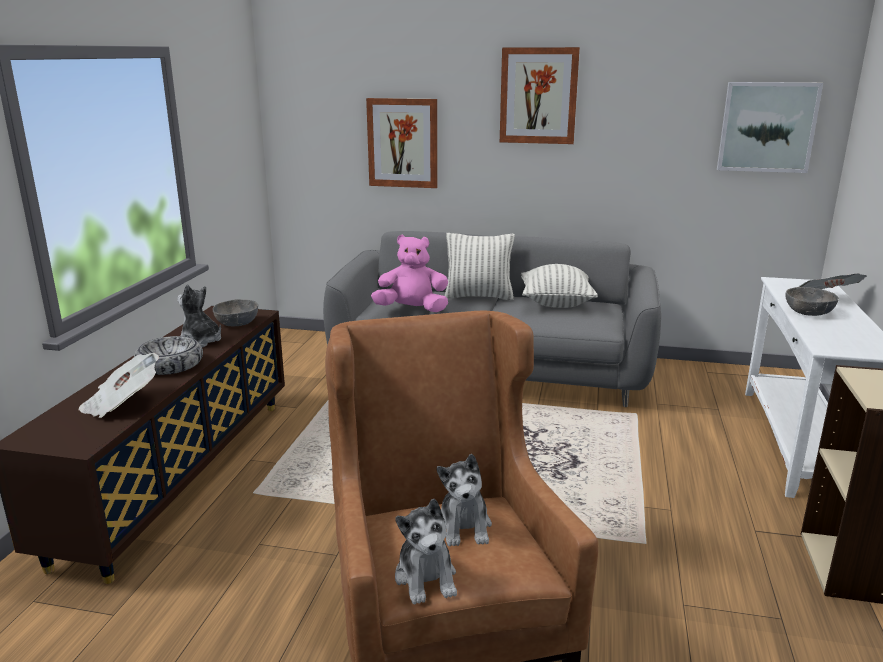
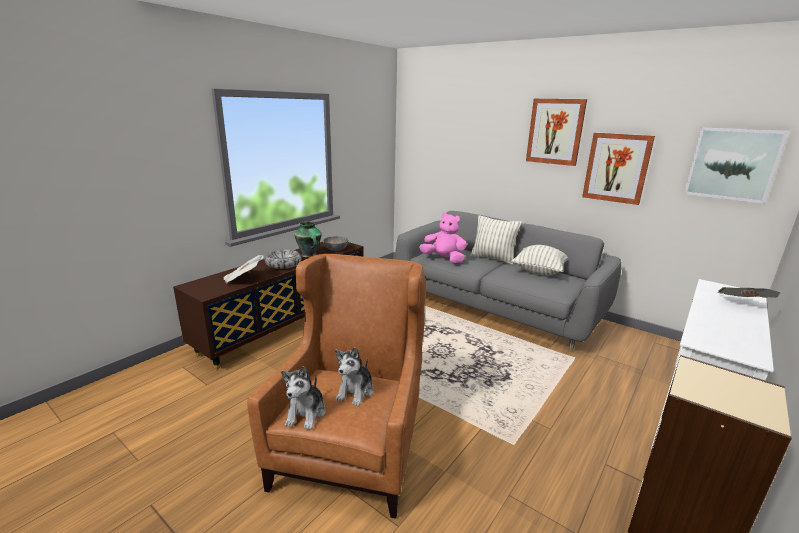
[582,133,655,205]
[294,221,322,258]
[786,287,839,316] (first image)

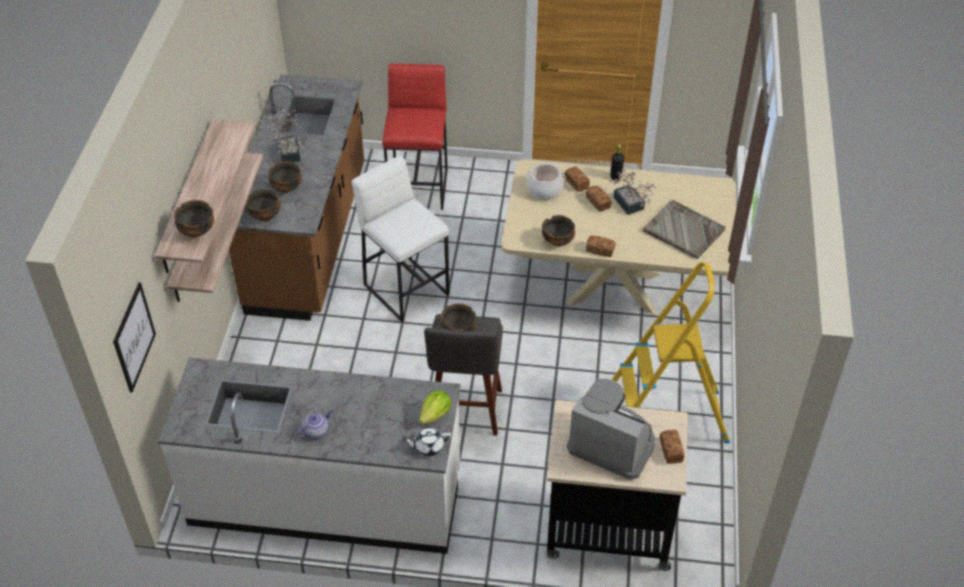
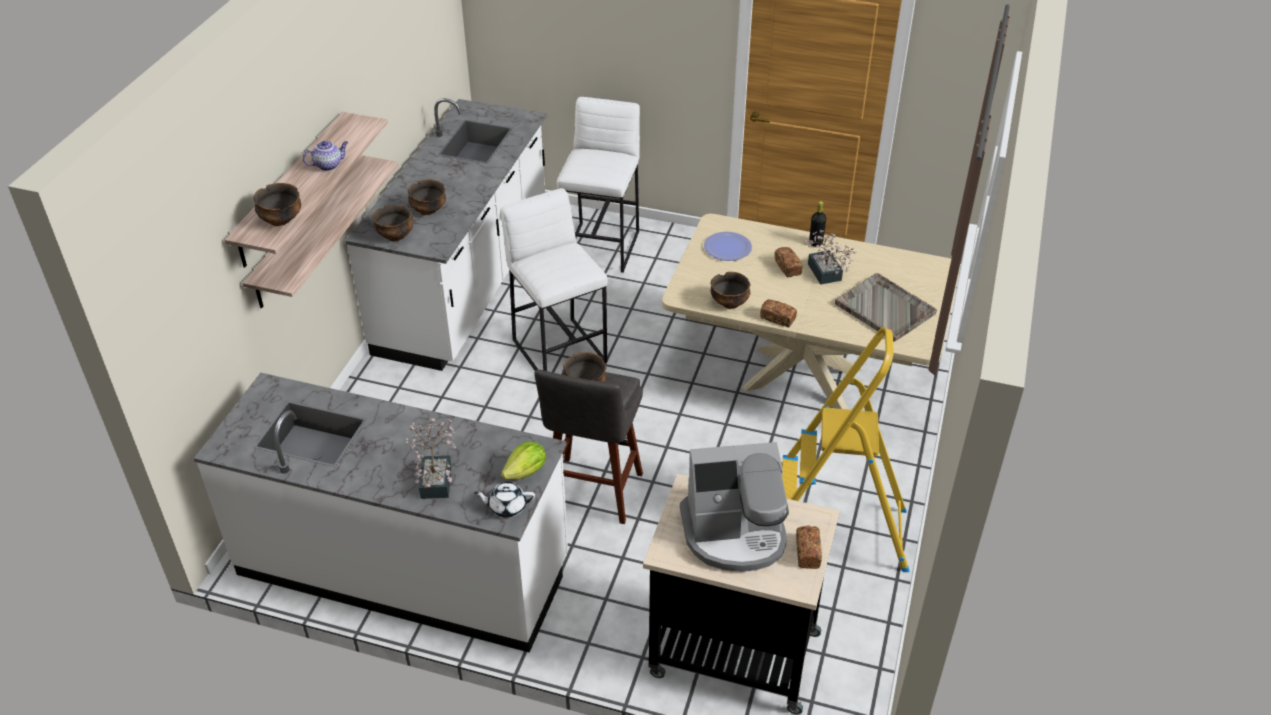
[557,97,640,273]
[345,98,547,371]
[405,418,456,499]
[704,232,752,261]
[564,166,590,192] (first image)
[113,282,156,393] (first image)
[680,442,789,572]
[303,141,348,171]

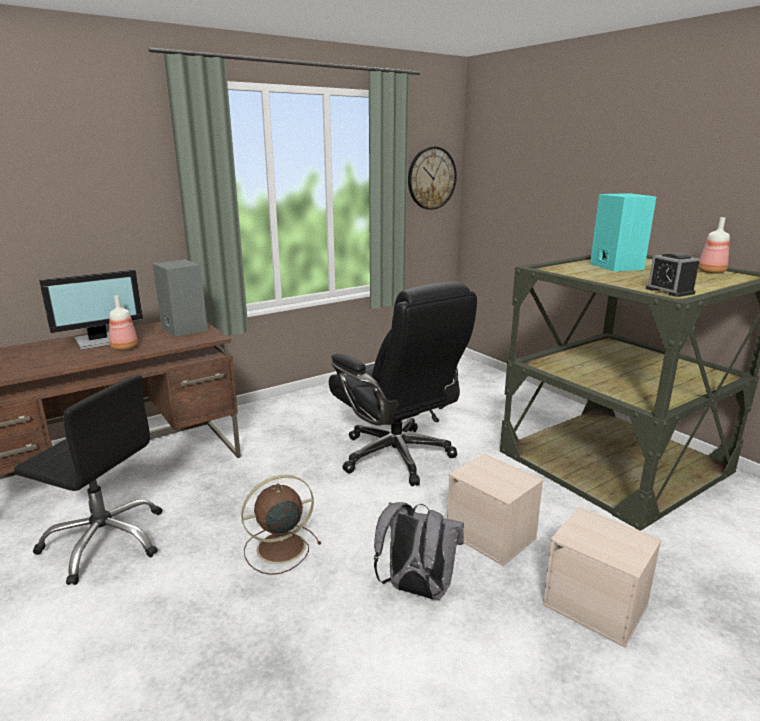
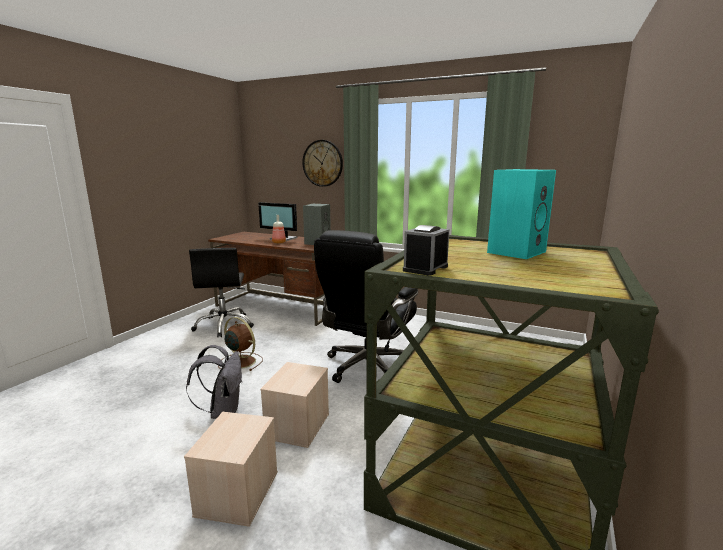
[302,140,343,187]
[698,217,730,274] (first image)

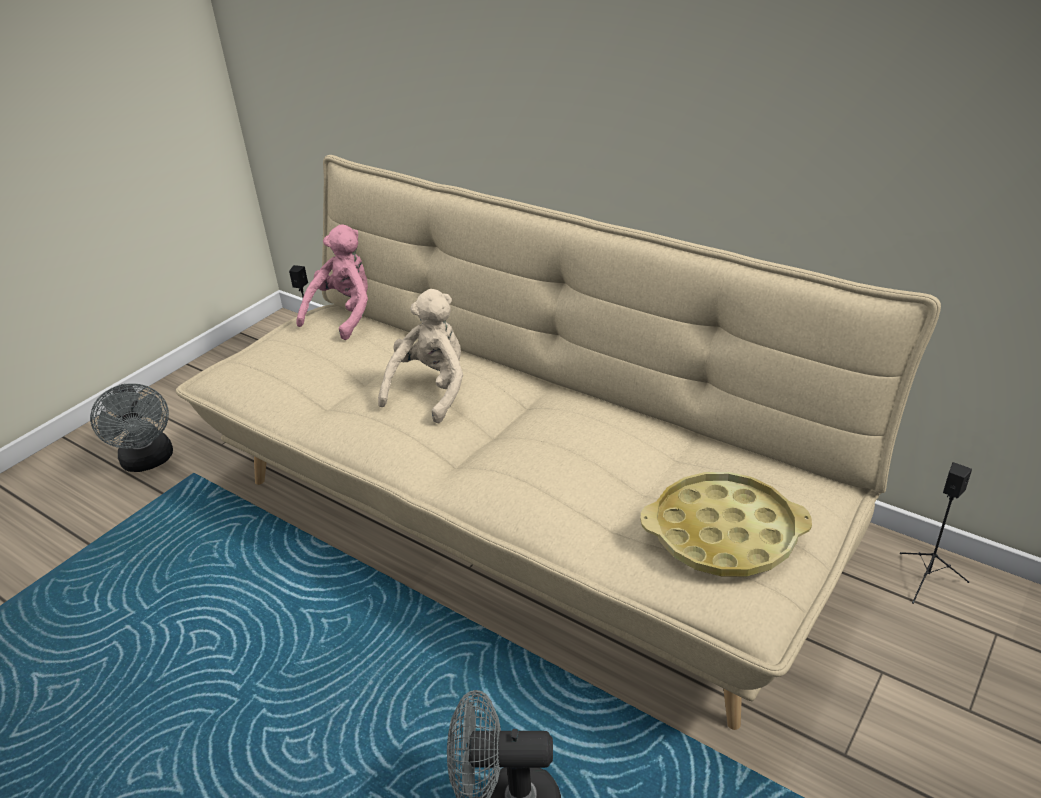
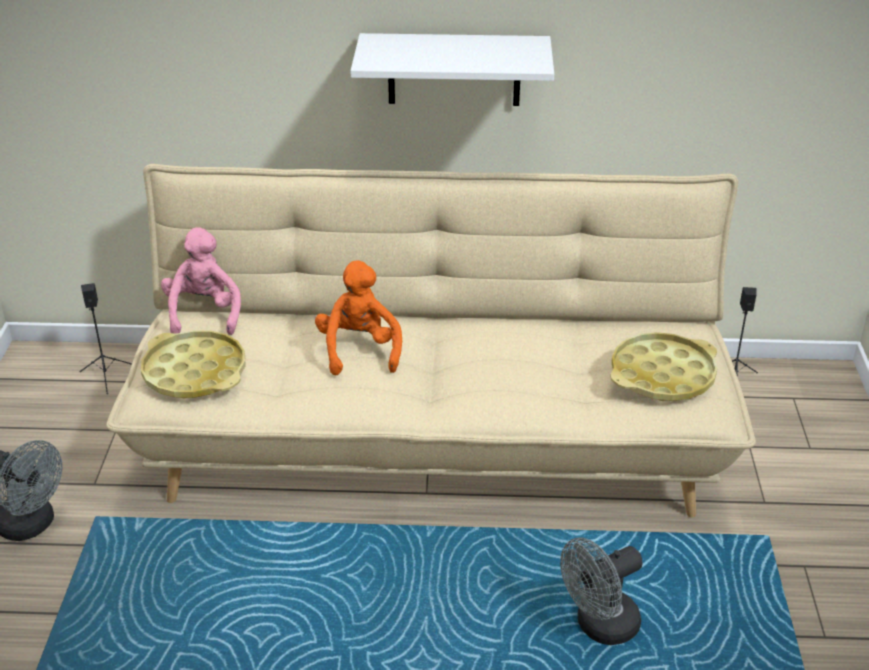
[315,260,402,375]
[350,33,554,106]
[141,330,246,398]

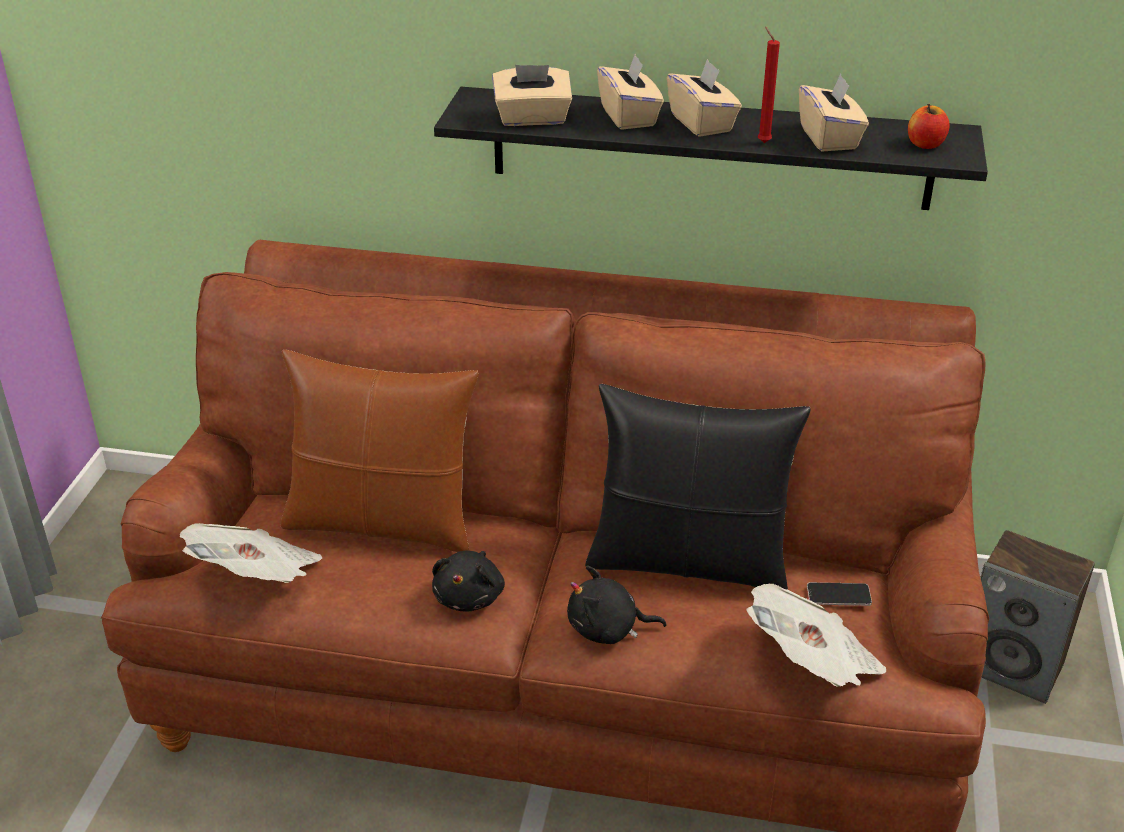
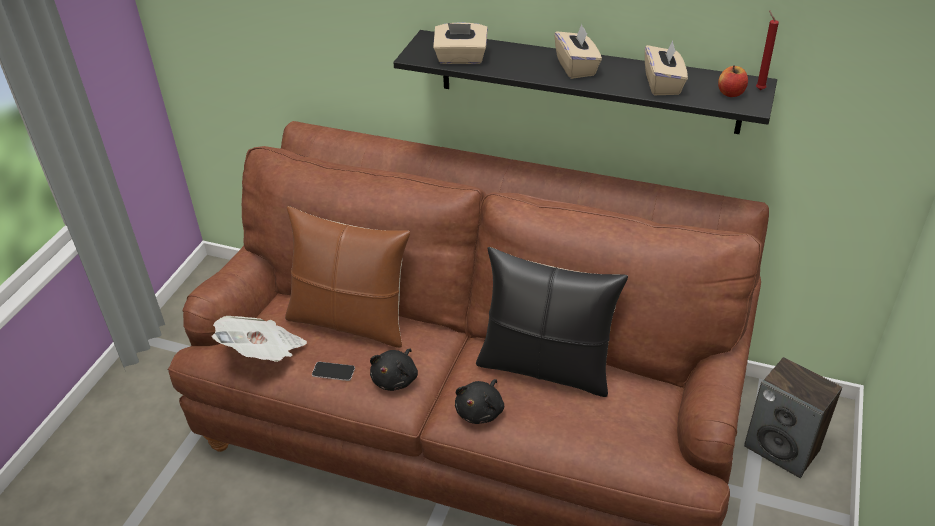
[756,10,779,90]
[597,54,664,130] (first image)
[455,379,504,424]
[312,362,355,381]
[746,584,886,687] (first image)

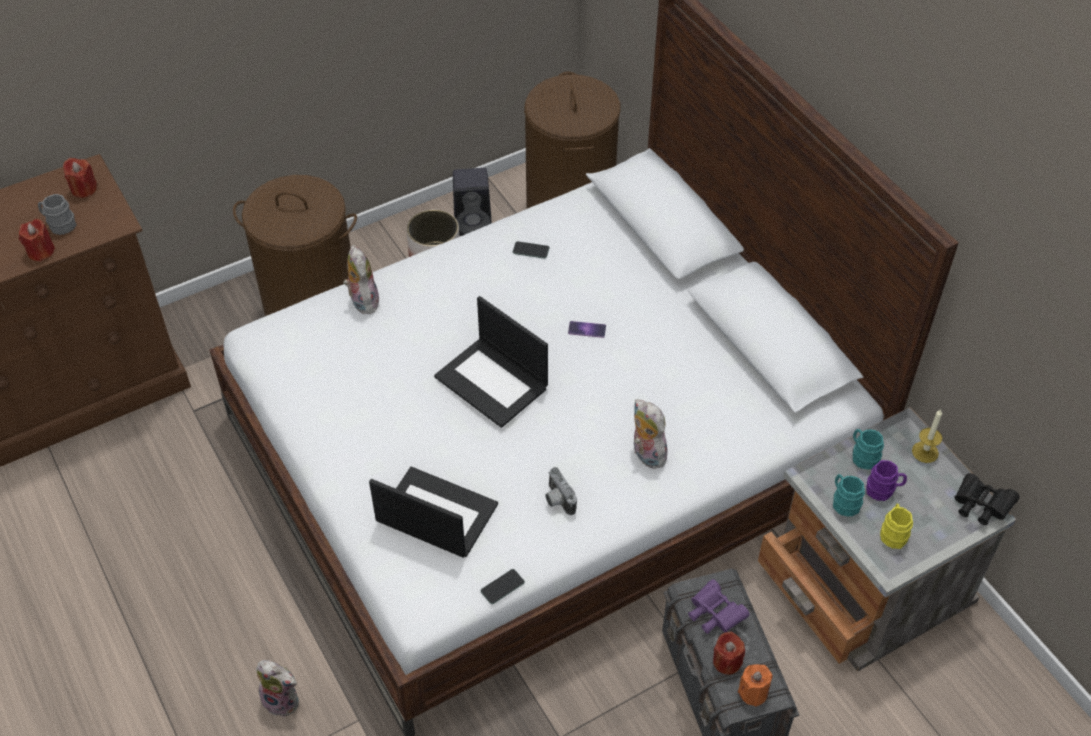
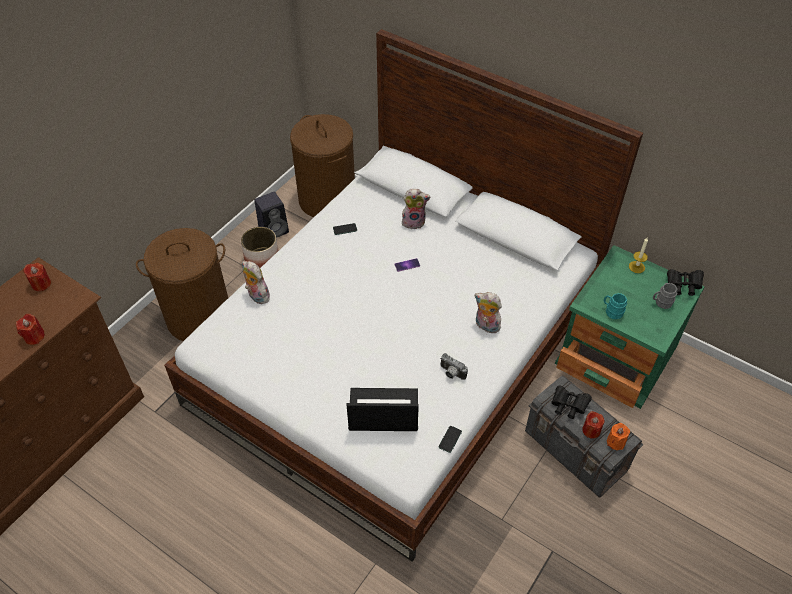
[653,283,677,309]
[434,296,548,428] (first image)
[555,245,705,409]
[853,429,884,470] (first image)
[866,460,907,501] (first image)
[880,503,913,549] (first image)
[551,386,592,419]
[402,189,430,229]

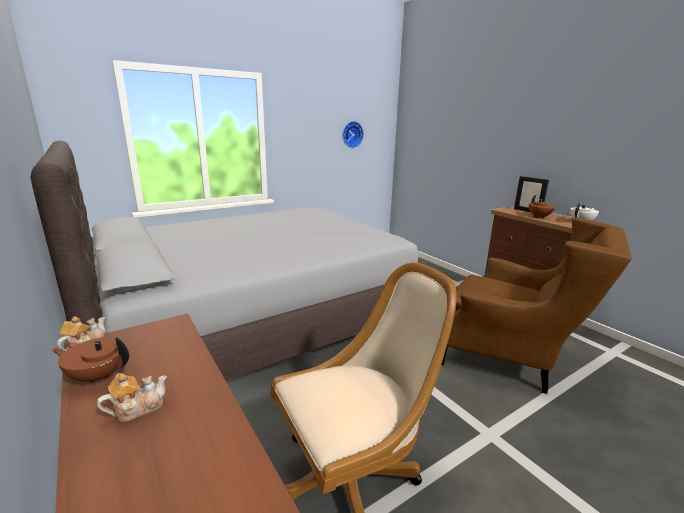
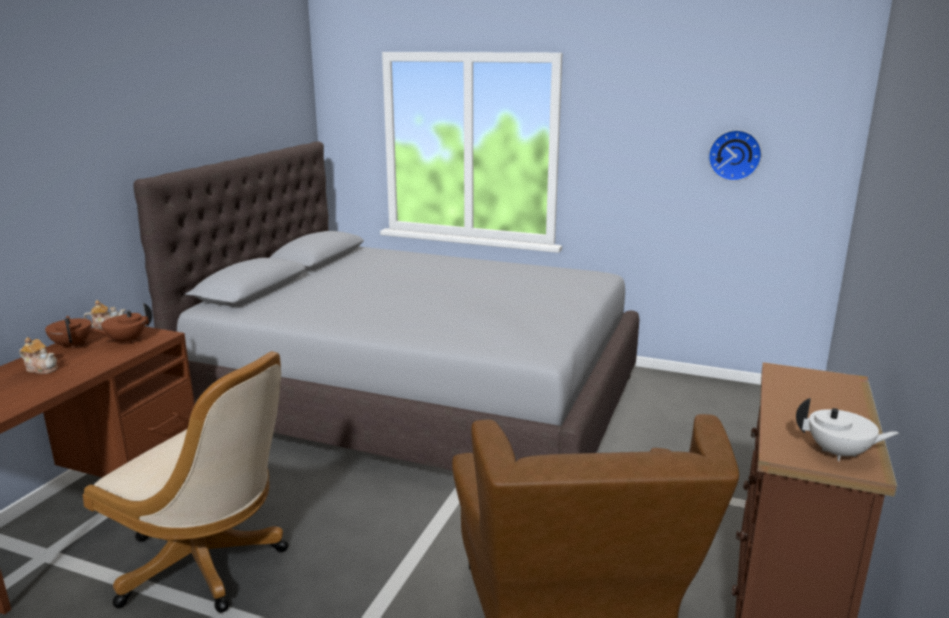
[514,176,549,212] (first image)
[90,303,152,344]

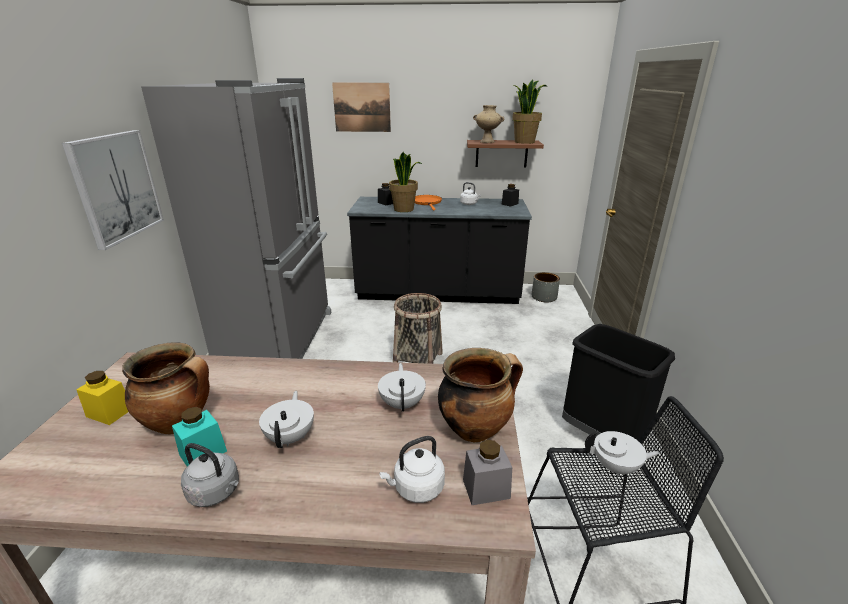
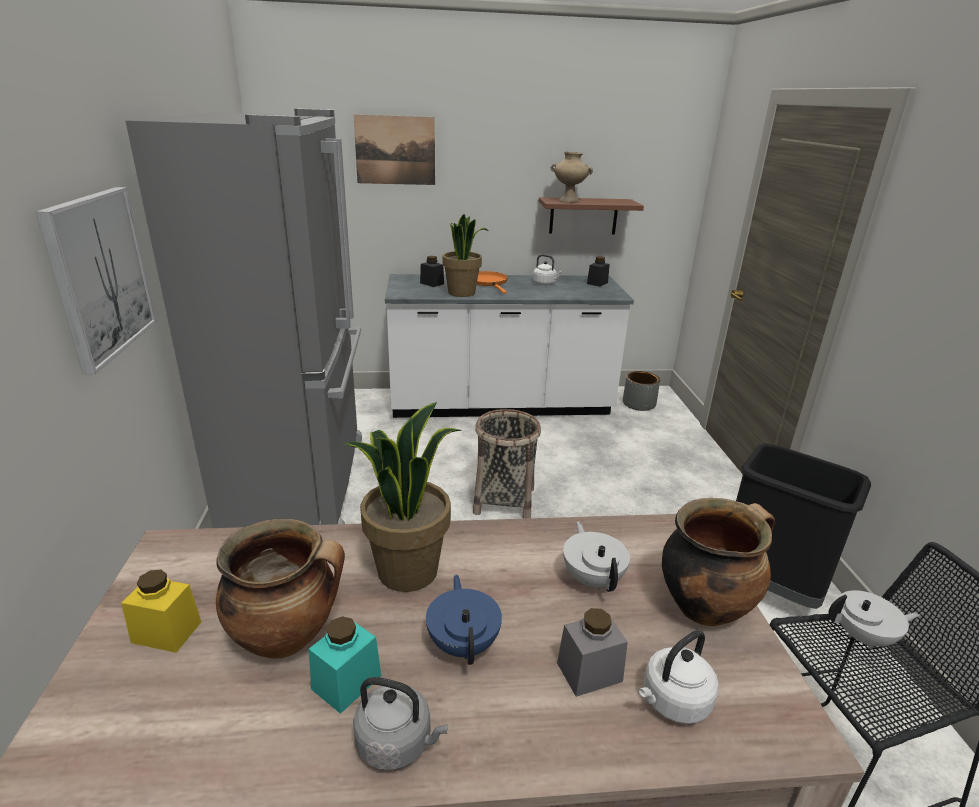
[343,402,461,592]
[385,274,634,418]
[426,575,502,665]
[557,608,628,697]

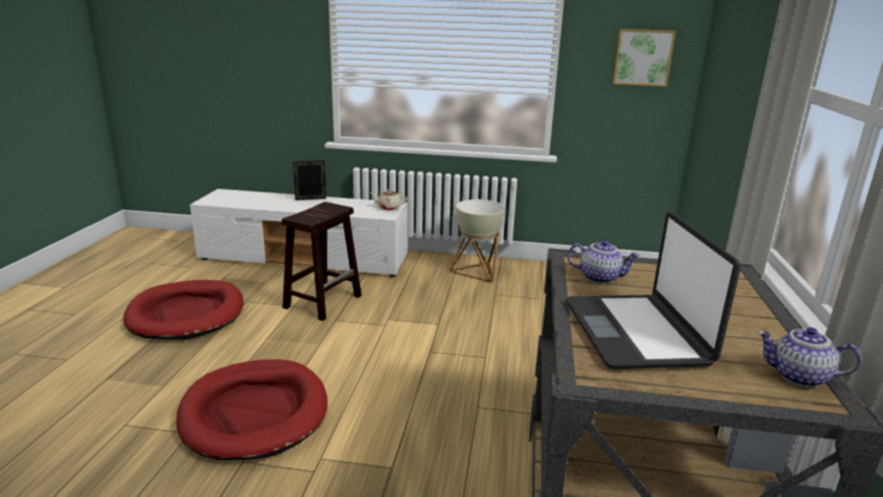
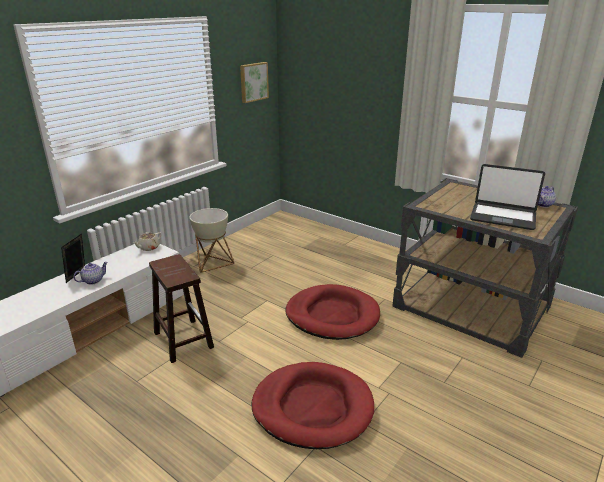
[74,262,108,285]
[285,284,380,340]

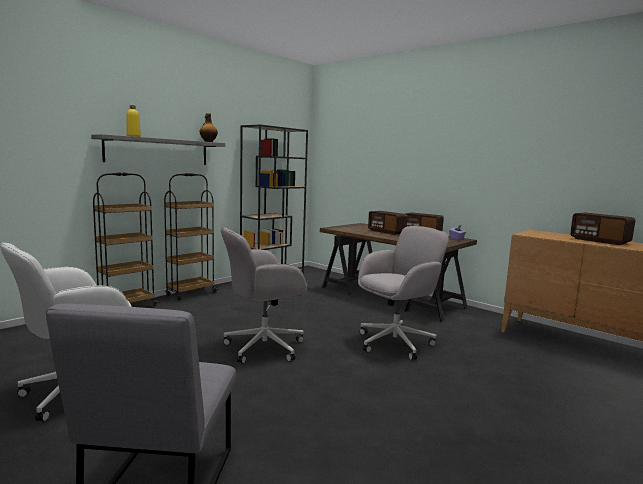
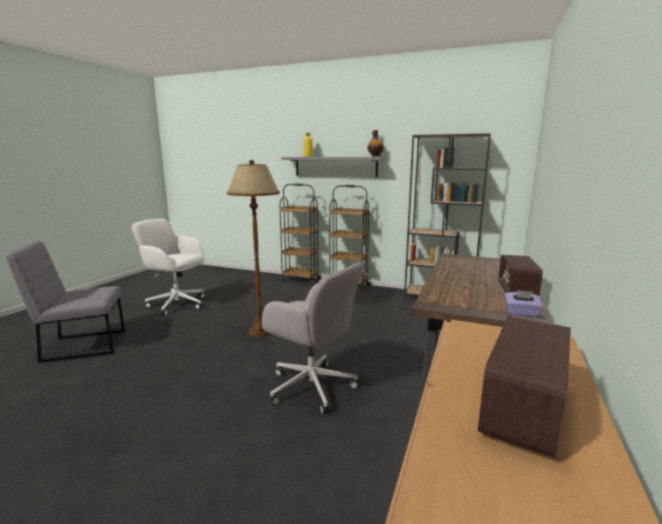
[368,211,407,235] (first image)
[227,160,280,337]

